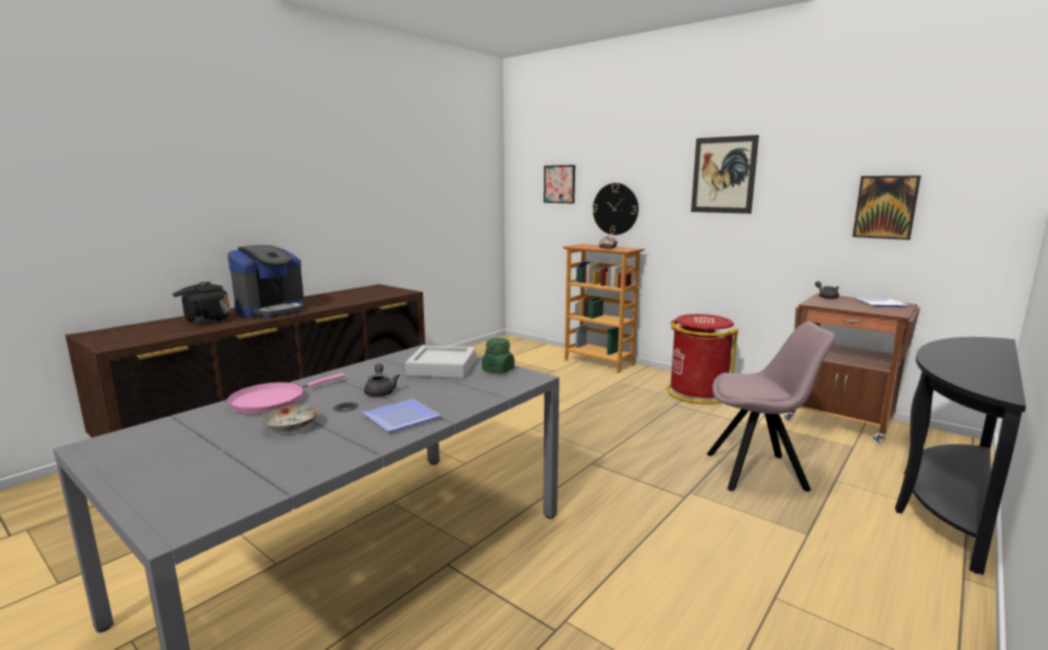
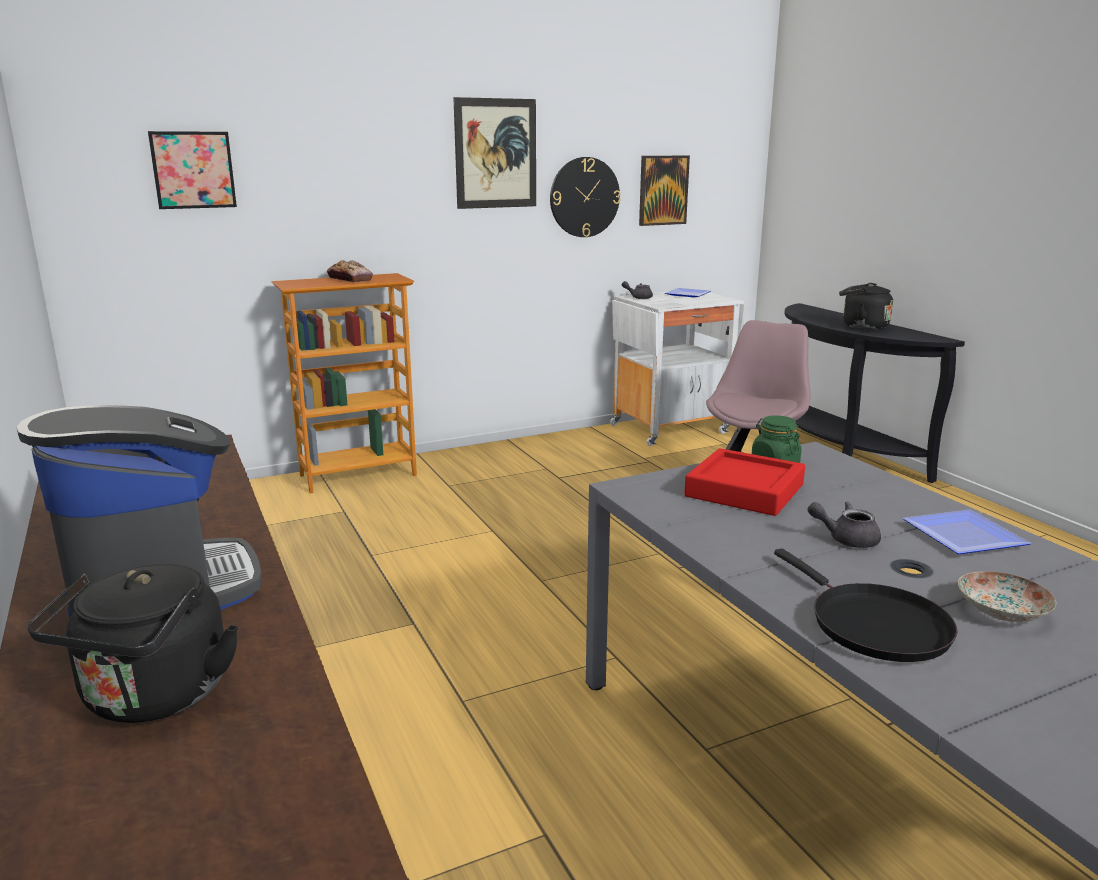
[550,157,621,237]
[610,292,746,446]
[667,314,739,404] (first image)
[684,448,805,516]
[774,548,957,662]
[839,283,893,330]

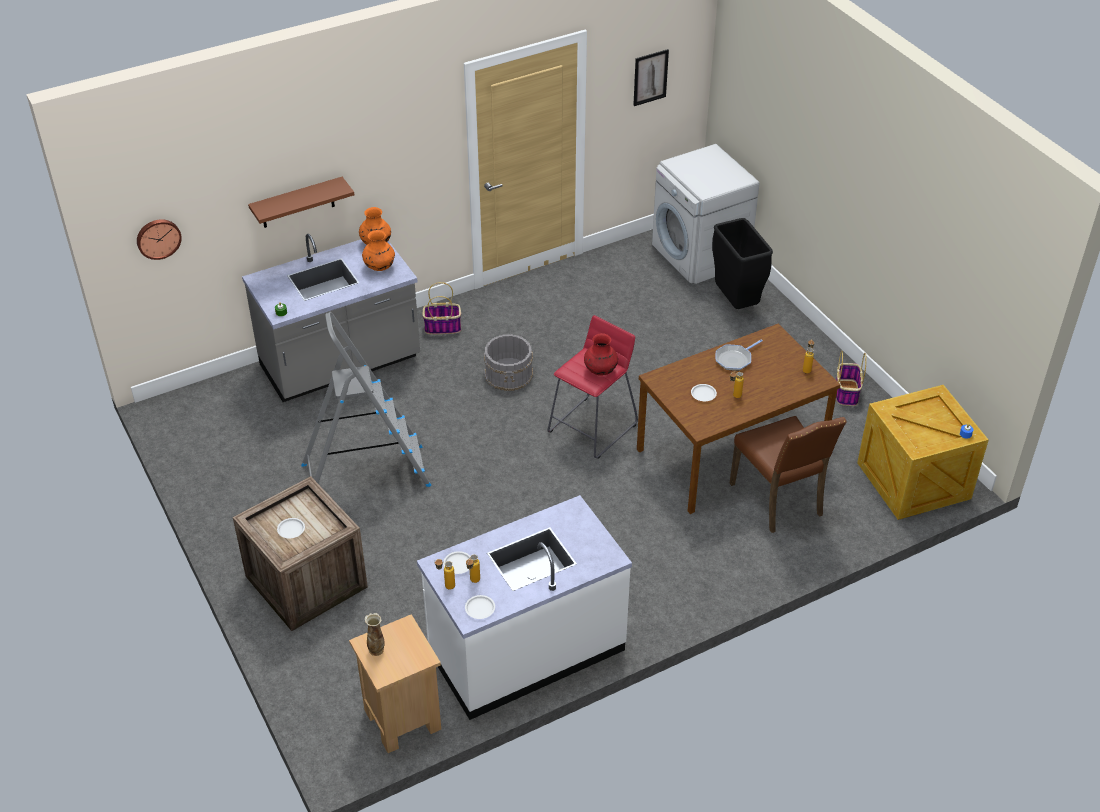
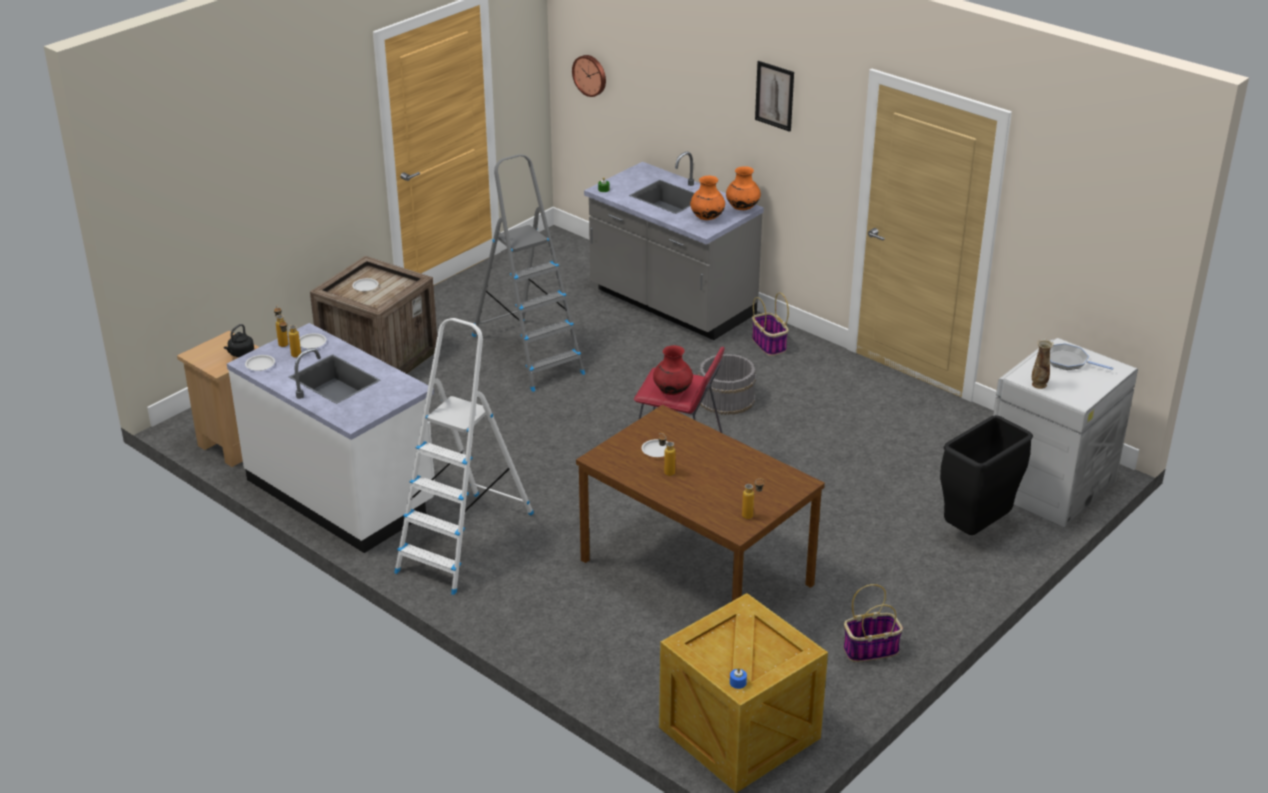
[755,61,794,132]
[248,177,354,228] (first image)
[1050,343,1113,370]
[730,416,847,533] (first image)
[1032,339,1054,389]
[394,318,534,595]
[224,324,254,357]

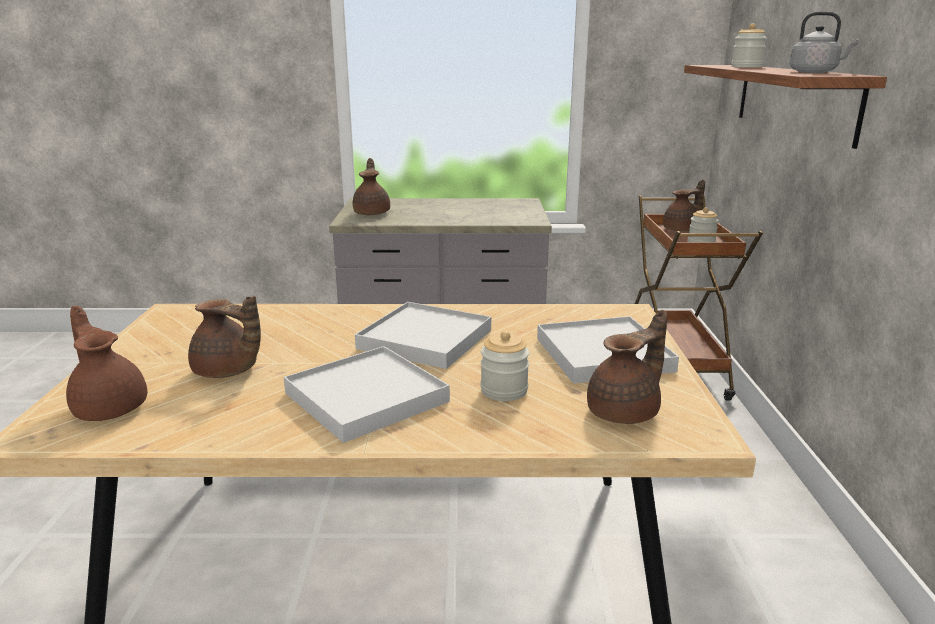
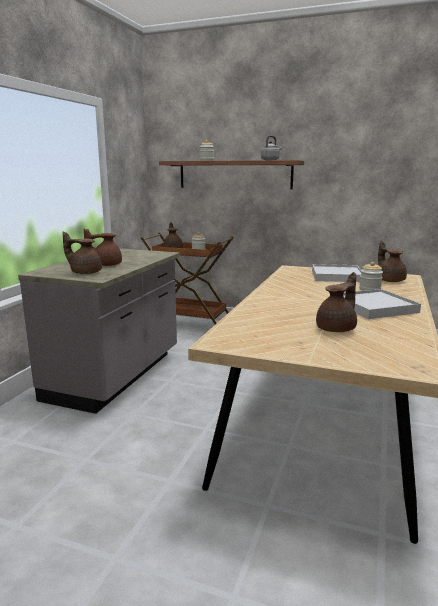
[355,302,491,369] (first image)
[84,228,122,266]

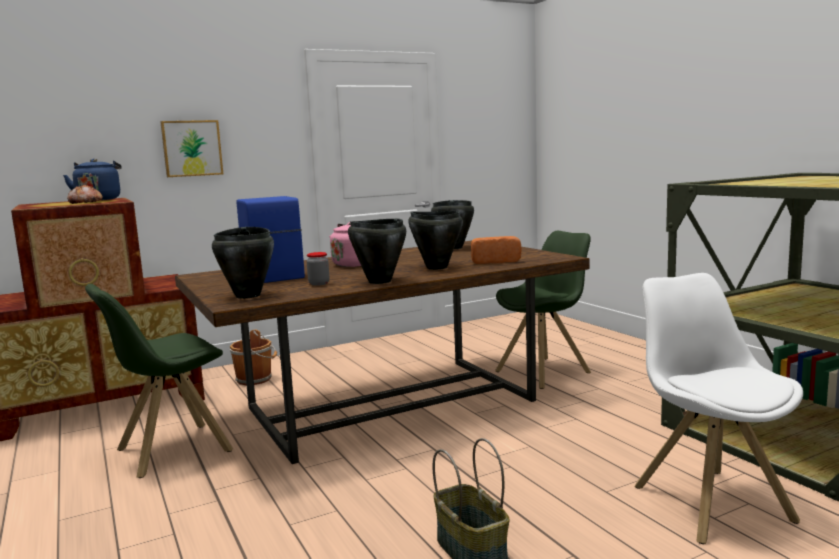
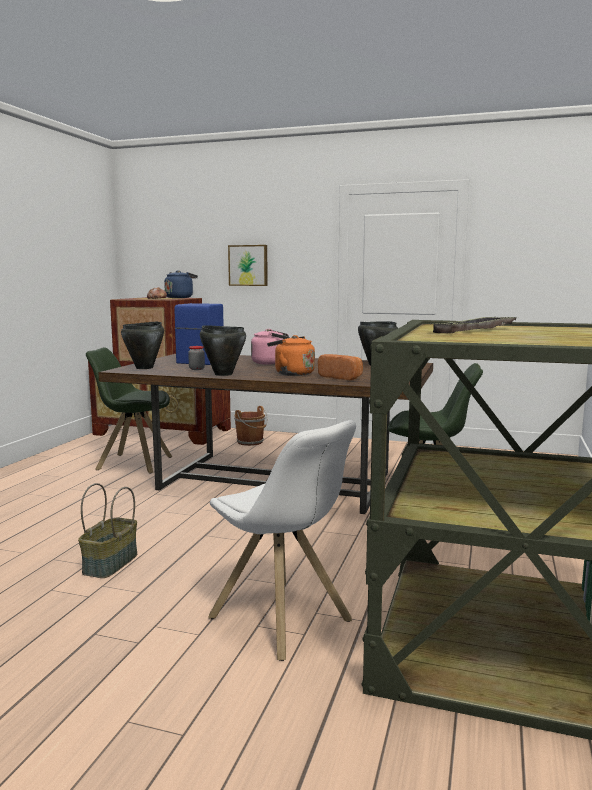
[267,335,315,376]
[208,420,356,661]
[430,317,516,333]

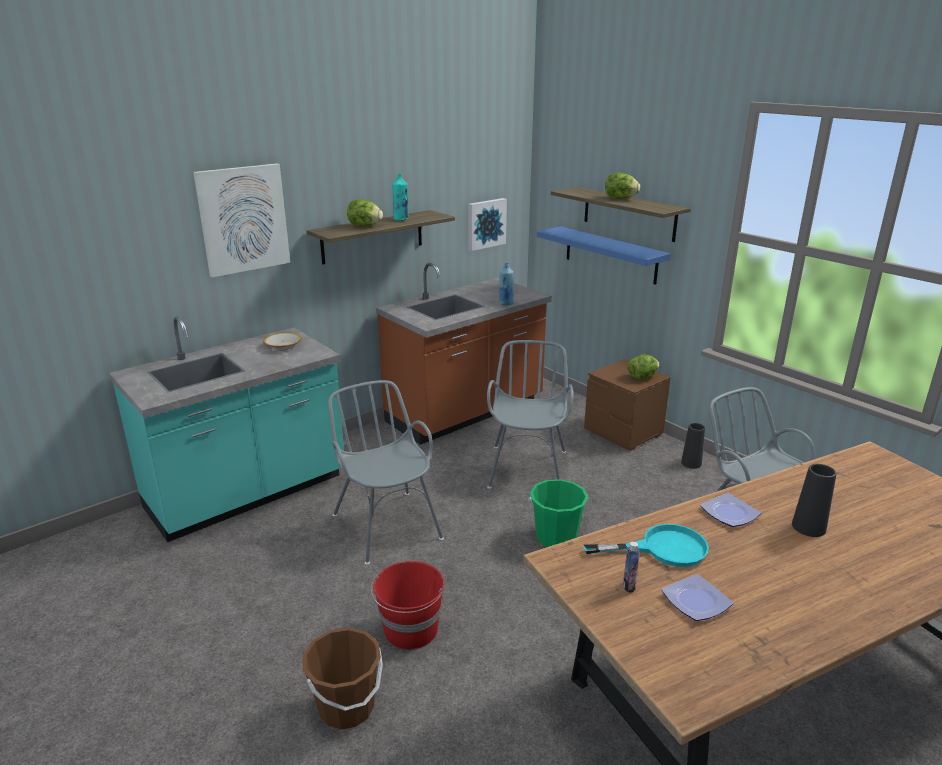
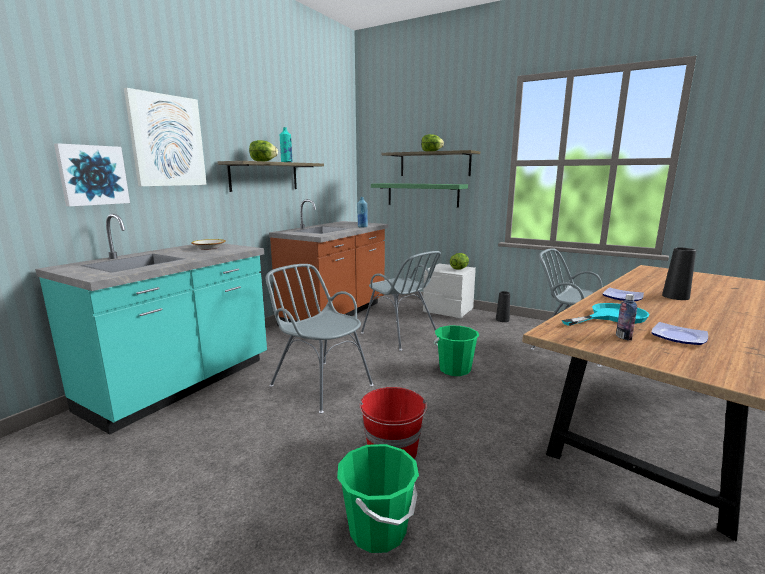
[54,143,130,206]
[371,183,468,208]
[361,251,441,351]
[423,264,476,319]
[337,444,419,553]

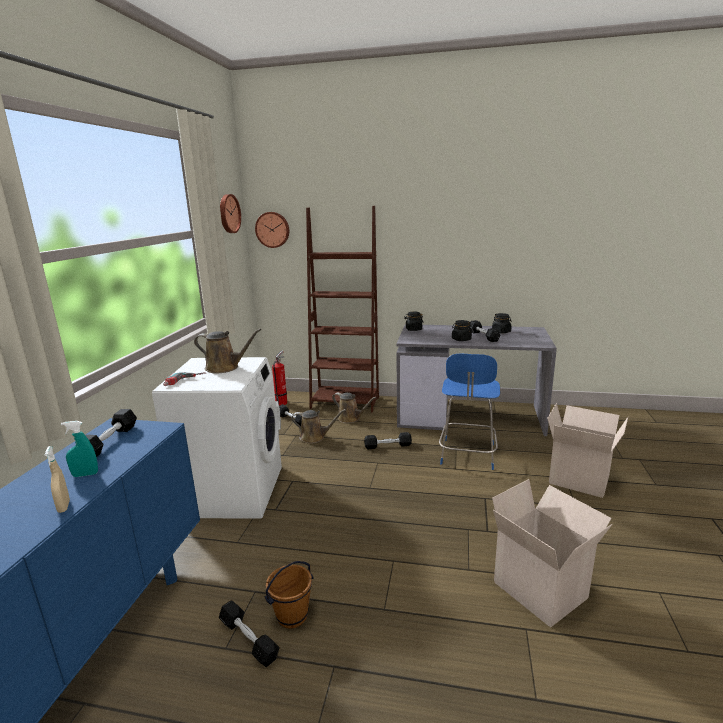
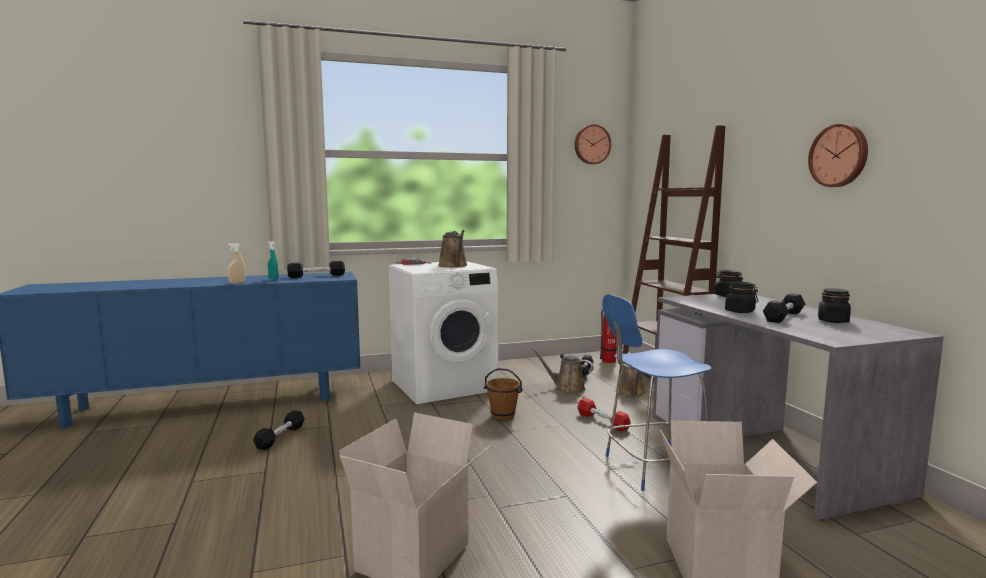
[808,124,868,187]
[531,348,594,394]
[577,398,631,431]
[484,368,523,420]

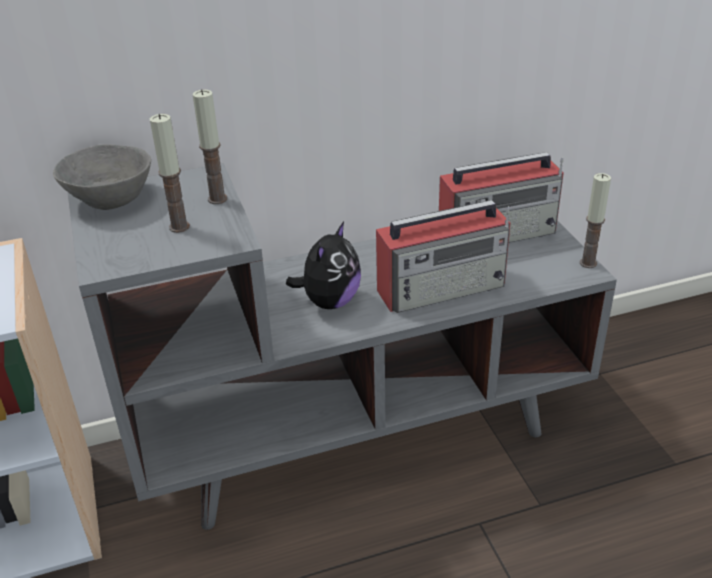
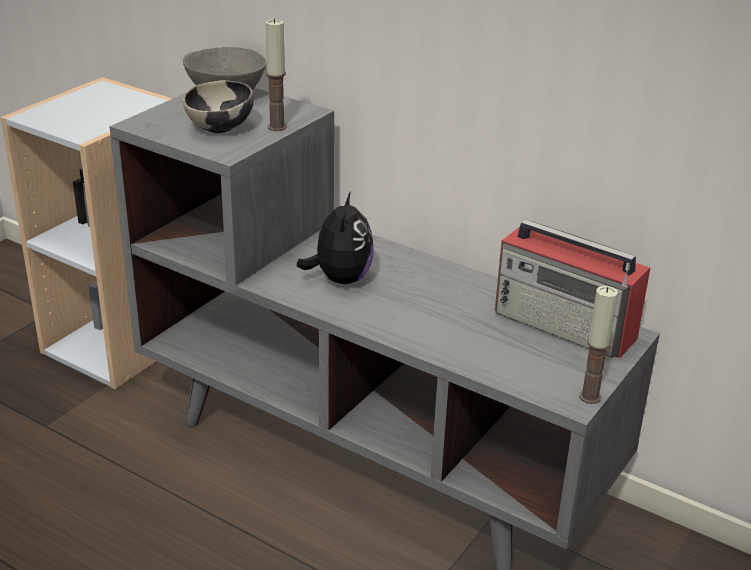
[183,80,254,133]
[376,200,511,313] (first image)
[296,191,374,284]

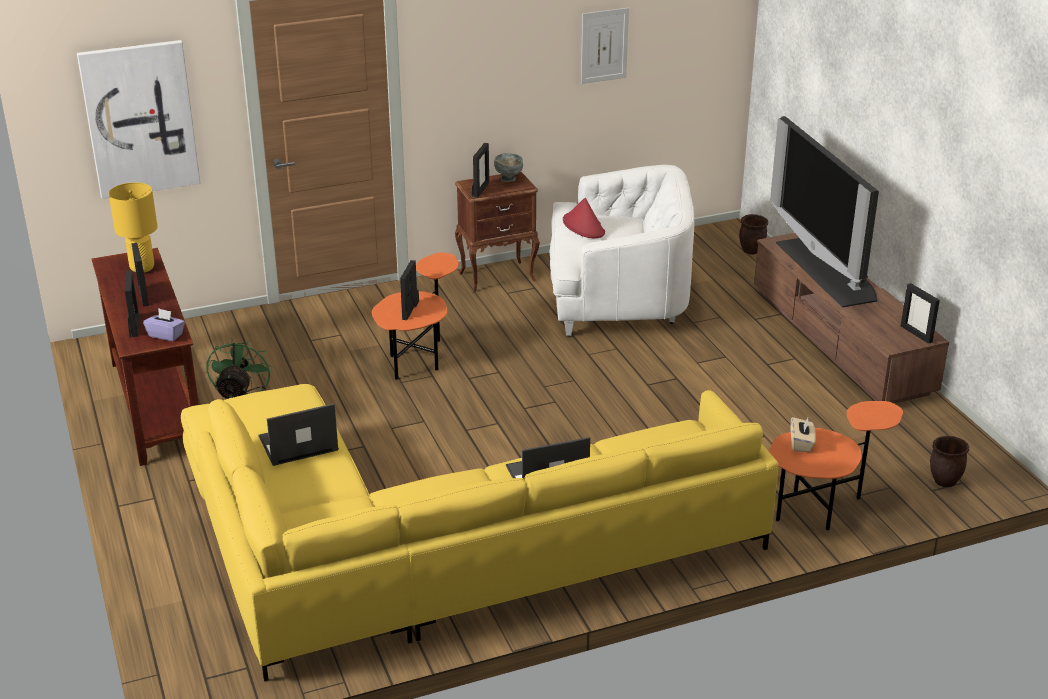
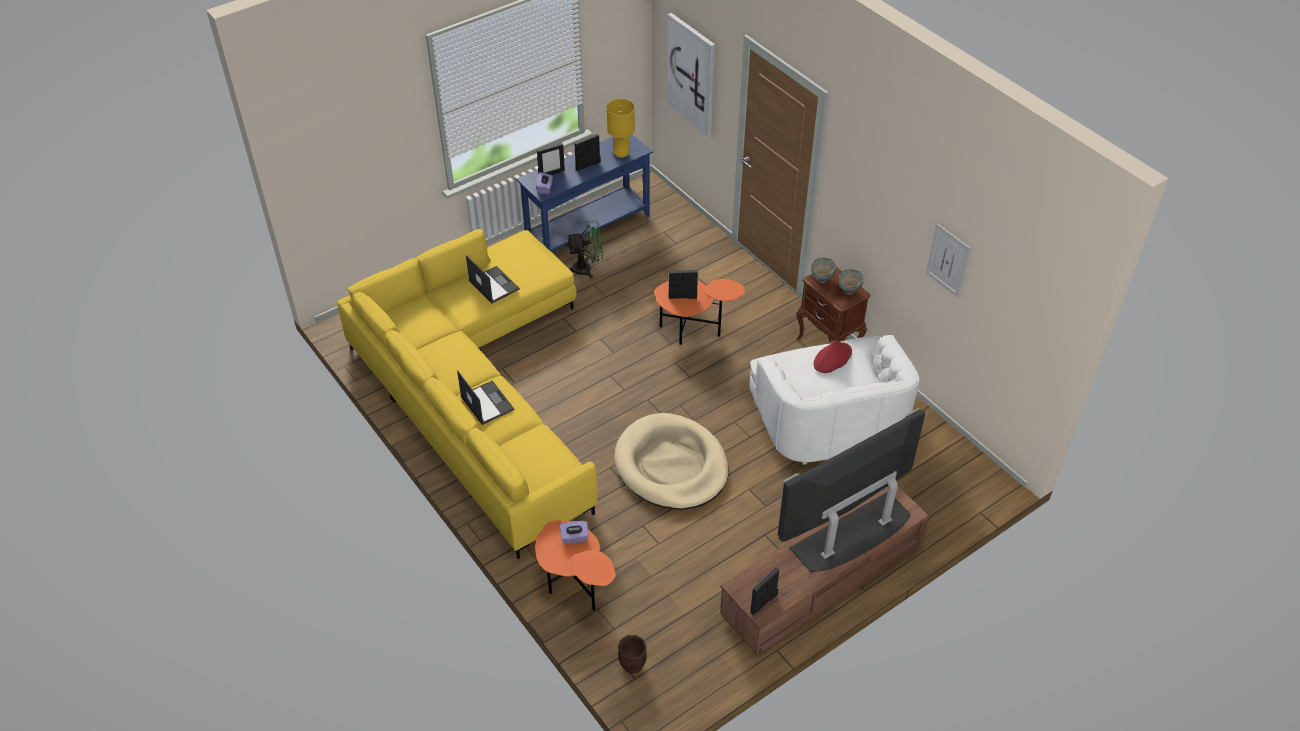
[811,258,836,283]
[739,214,768,255] (first image)
[516,134,653,253]
[560,521,589,544]
[614,413,729,510]

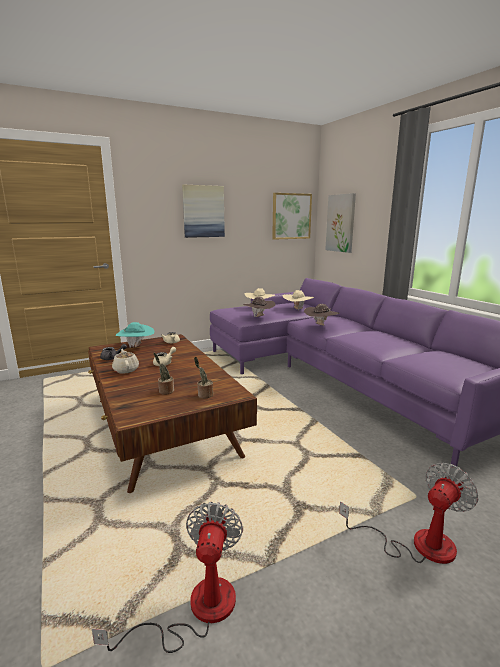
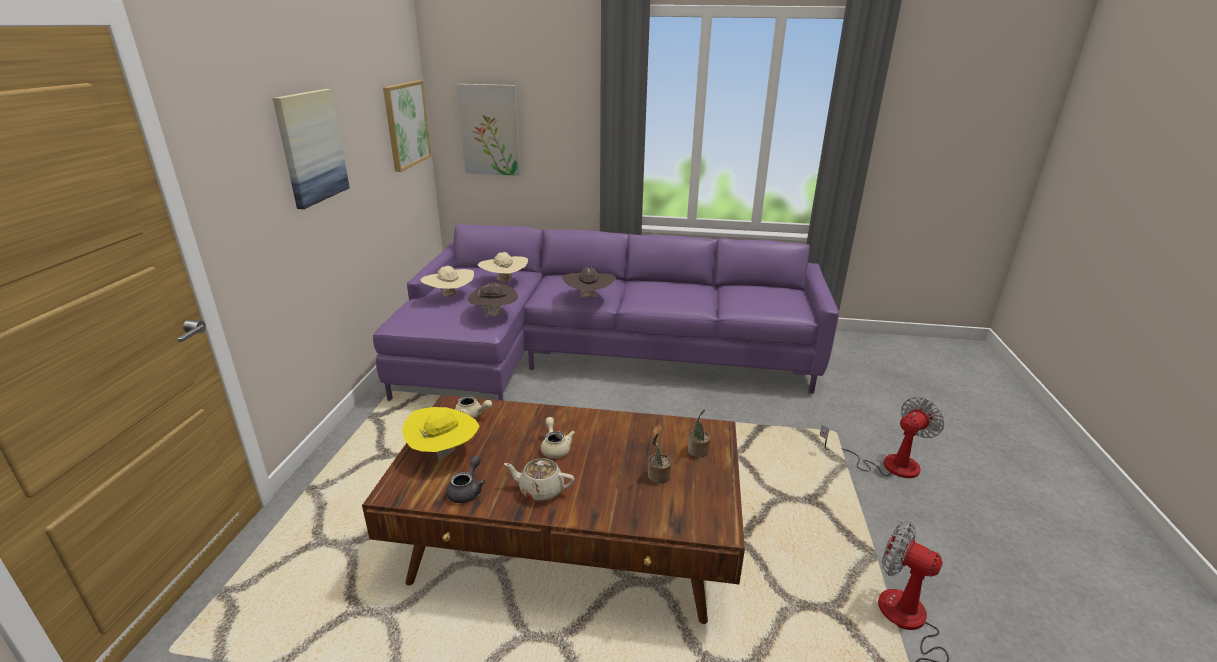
[402,407,479,460]
[820,397,944,478]

